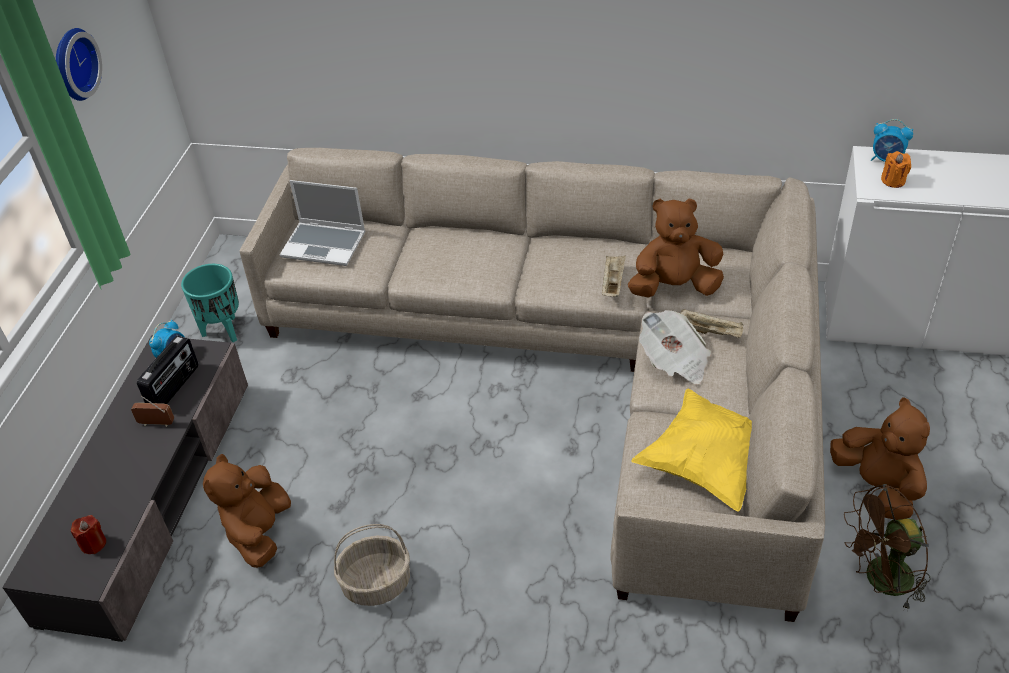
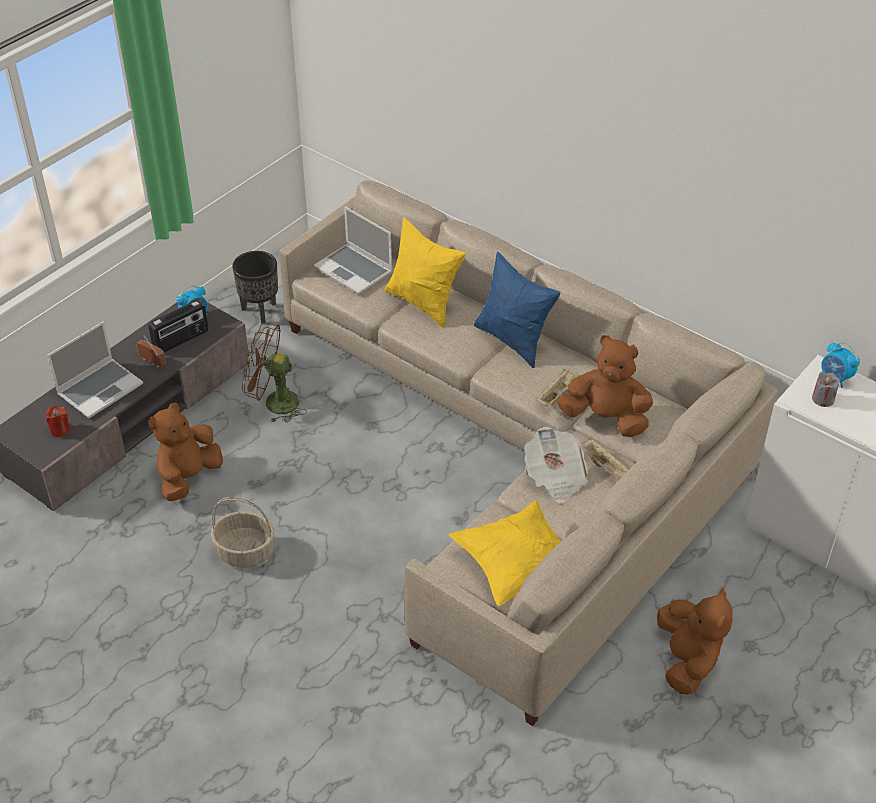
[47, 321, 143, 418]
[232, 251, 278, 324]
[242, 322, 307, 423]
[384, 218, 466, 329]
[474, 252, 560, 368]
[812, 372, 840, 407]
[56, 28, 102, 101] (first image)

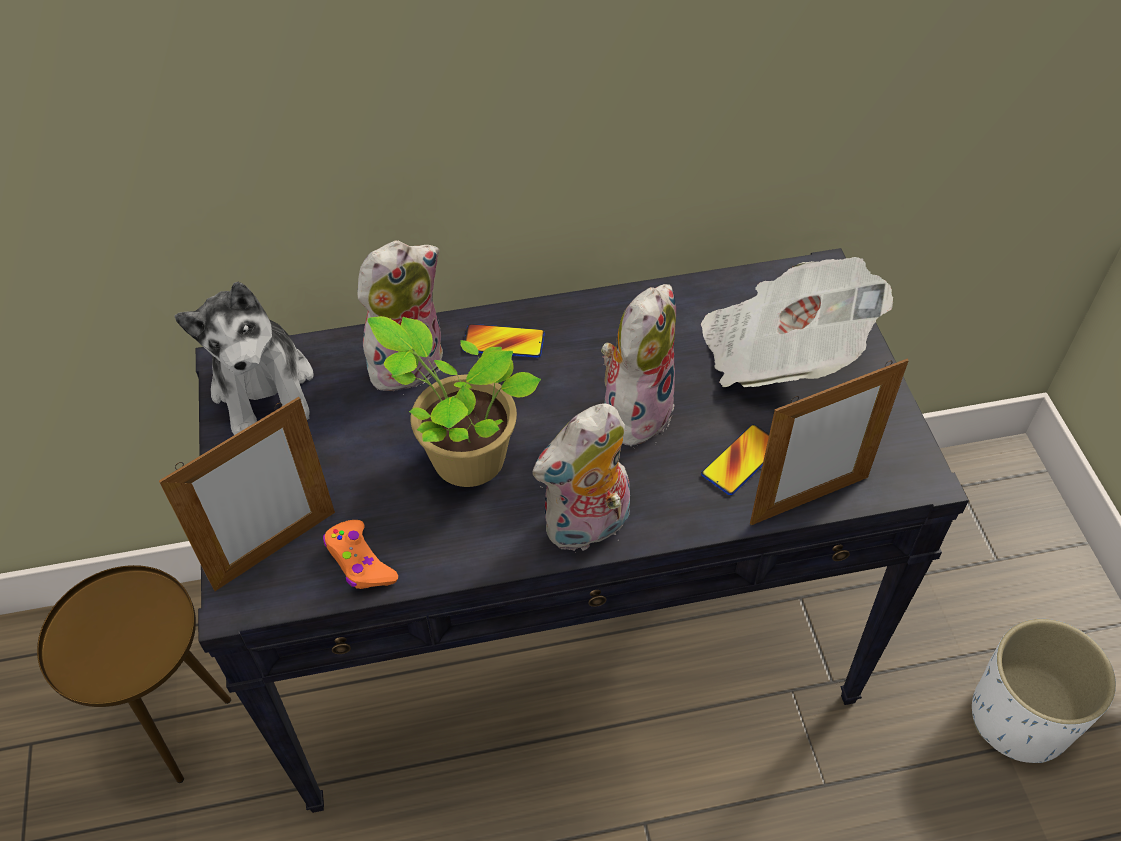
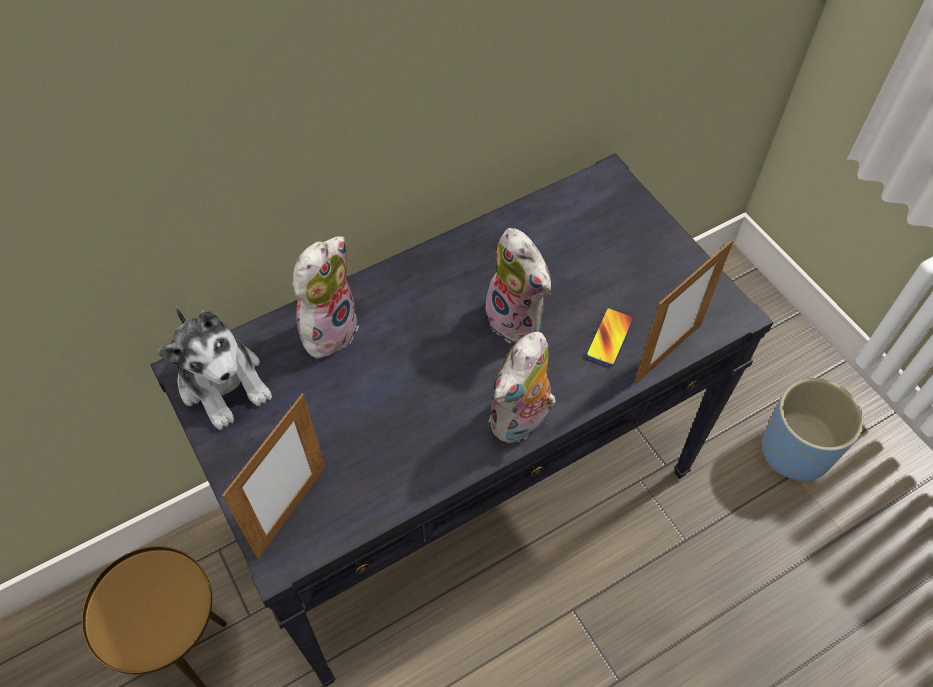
[481, 228, 551, 344]
[762, 378, 864, 481]
[323, 520, 398, 589] (first image)
[368, 316, 541, 487] (first image)
[462, 324, 545, 358] (first image)
[701, 257, 893, 387] (first image)

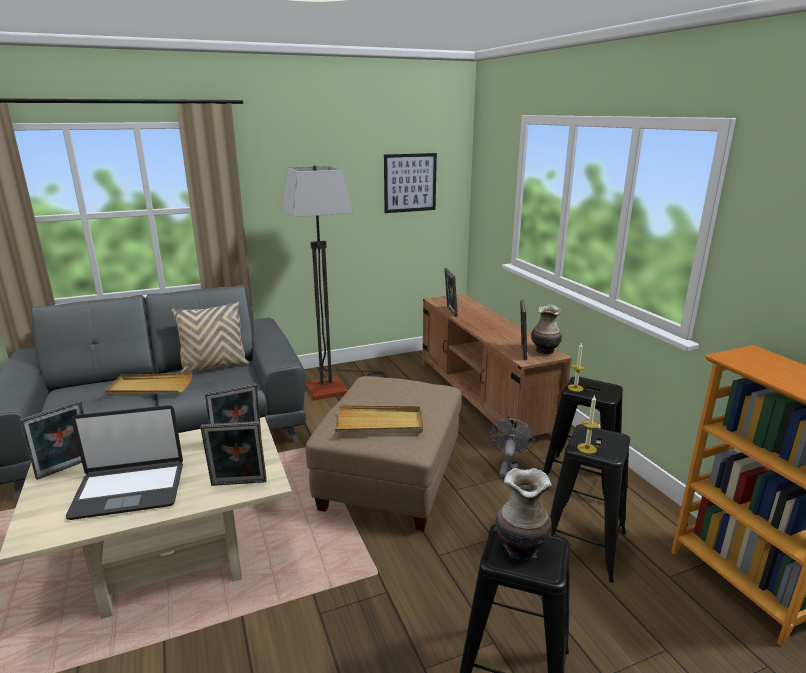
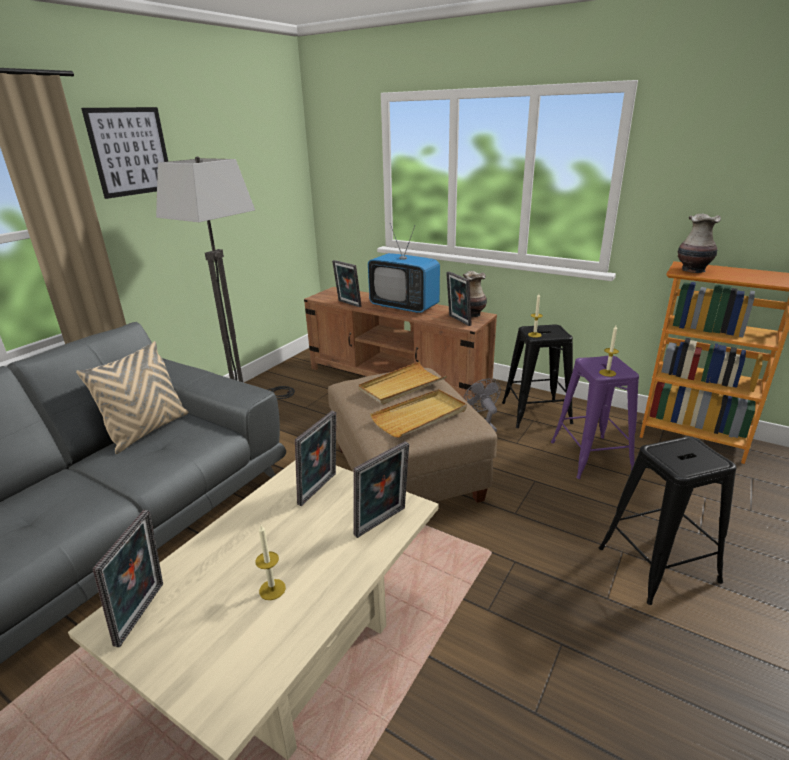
[81, 107, 168, 199]
[256, 525, 286, 600]
[359, 361, 447, 405]
[368, 223, 440, 313]
[551, 355, 639, 479]
[678, 214, 721, 273]

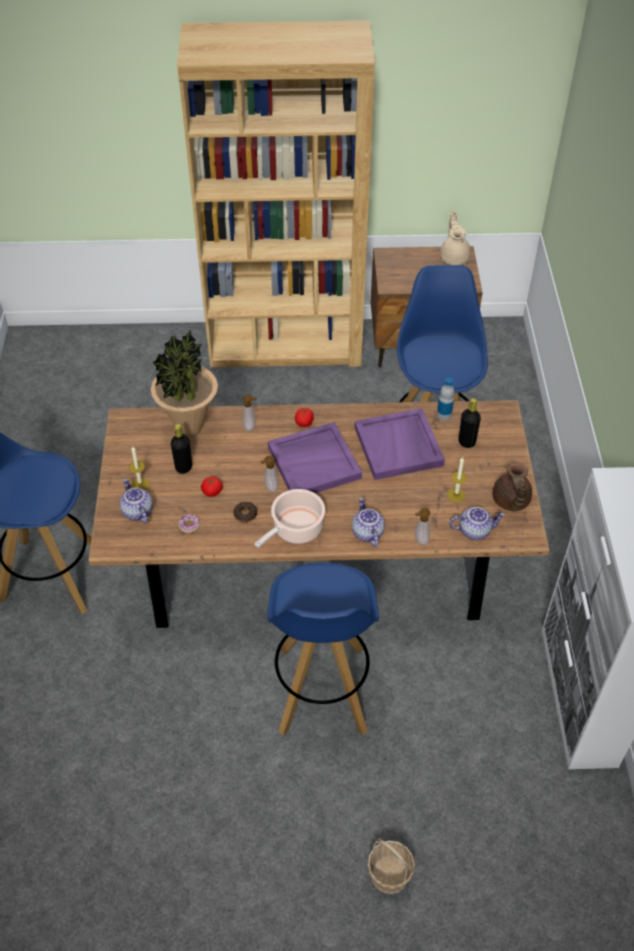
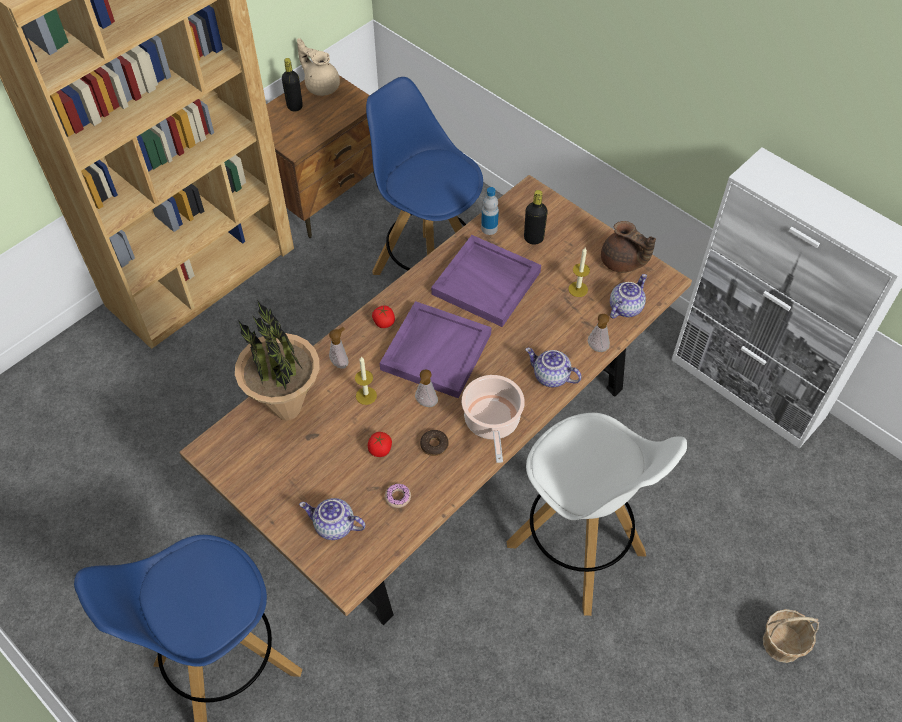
[282, 58, 303, 112]
[355, 357, 377, 405]
[507, 413, 687, 616]

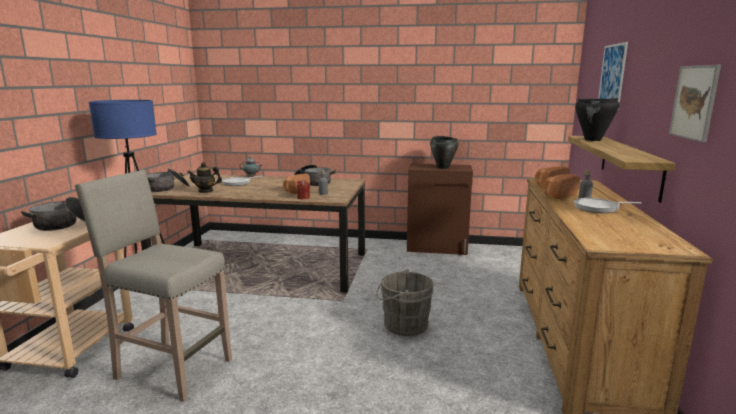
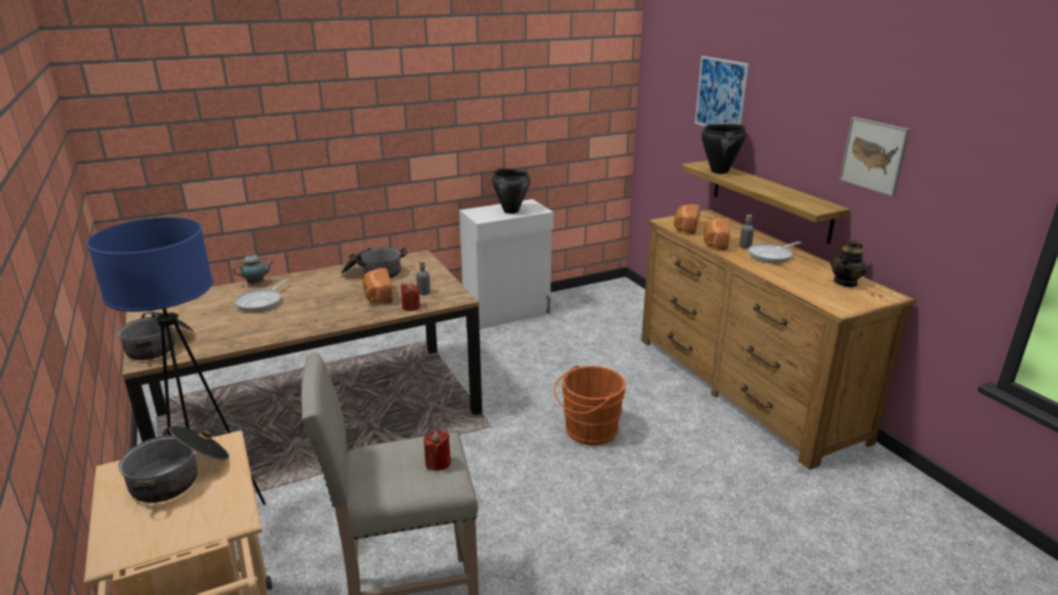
[424, 430, 451, 471]
[459, 199, 554, 329]
[554, 365, 626, 445]
[831, 240, 867, 288]

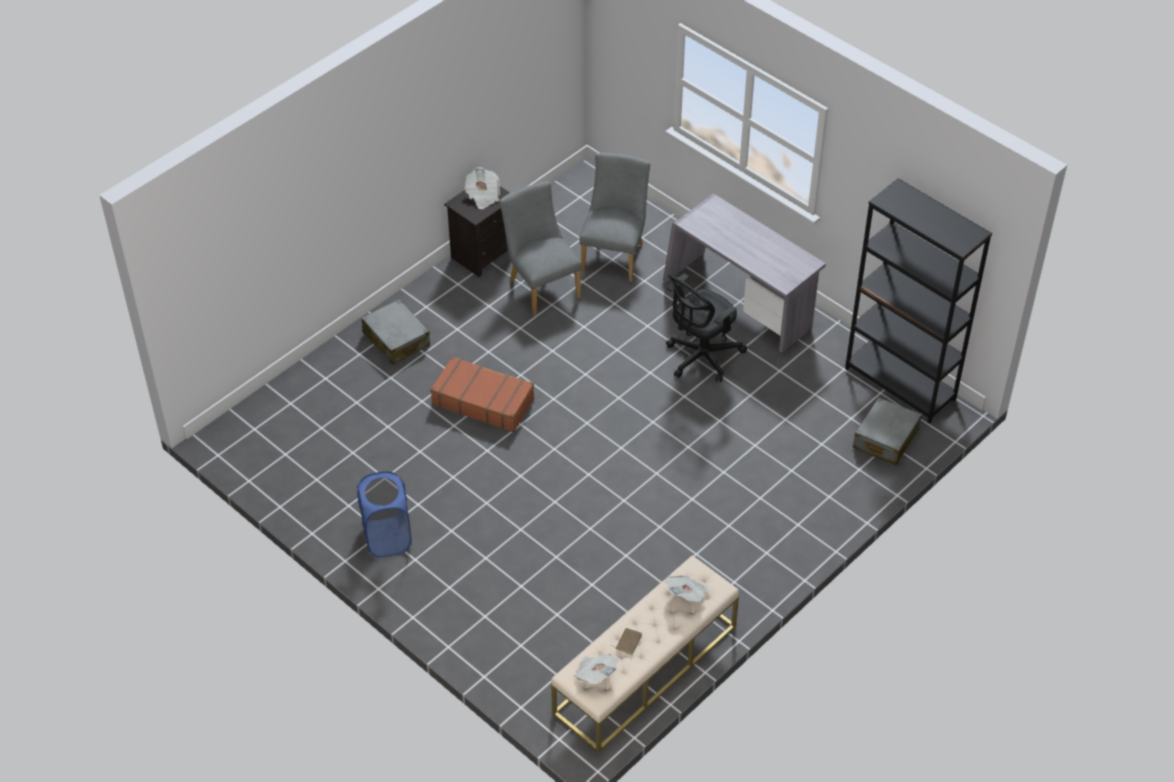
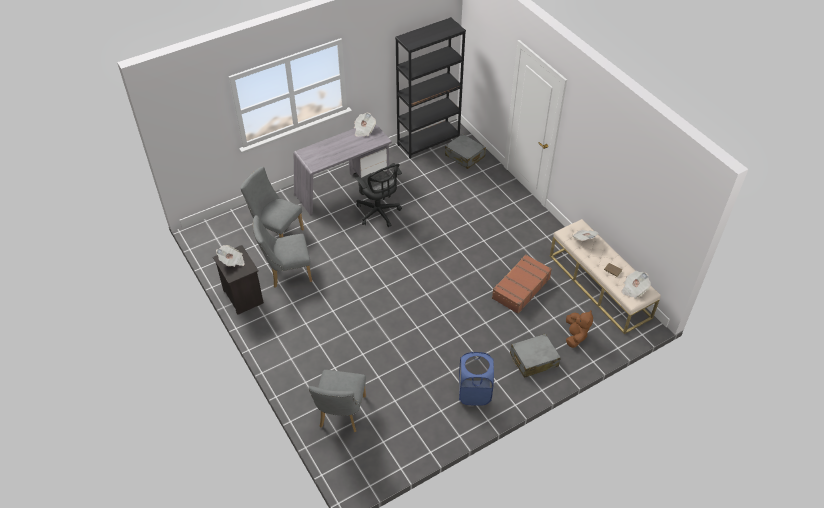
[308, 370, 366, 432]
[354, 113, 376, 137]
[492, 254, 552, 314]
[510, 334, 561, 378]
[566, 310, 593, 348]

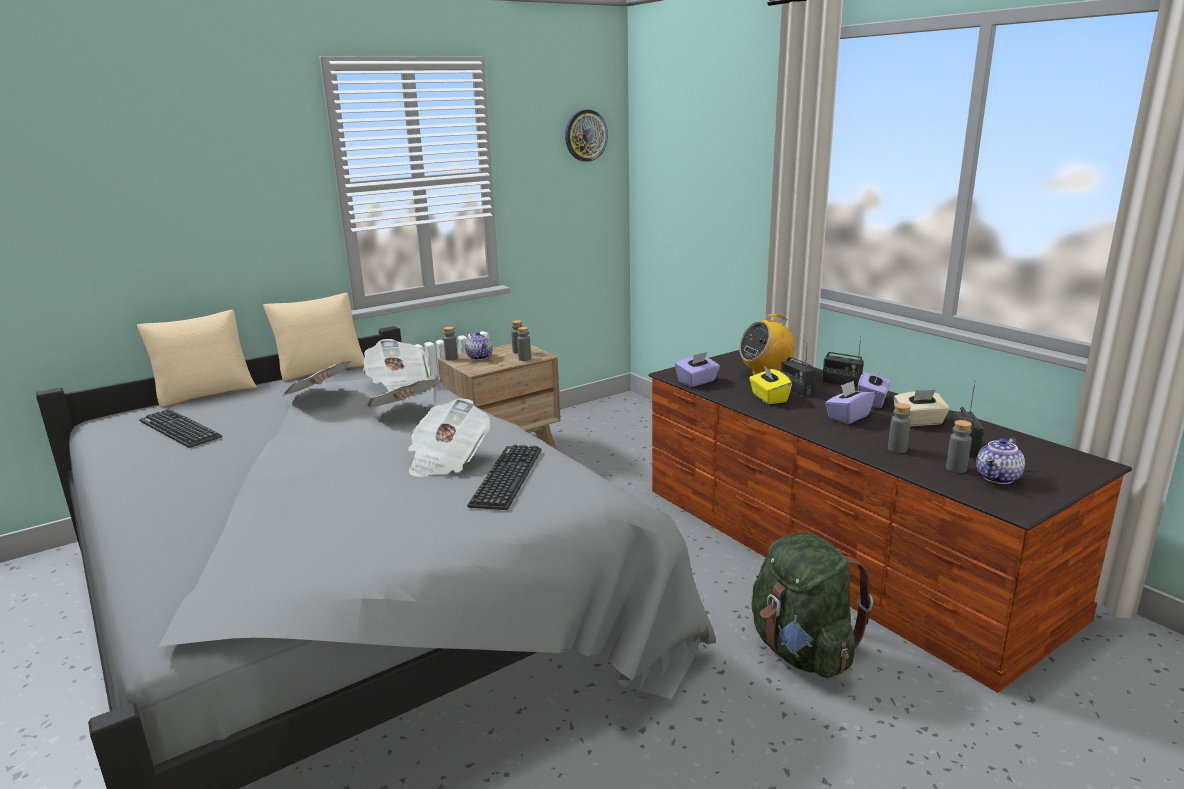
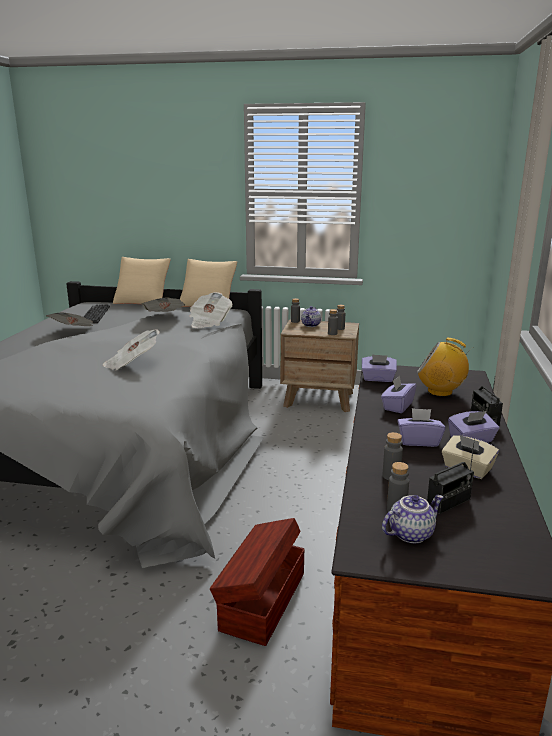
[46, 313, 94, 326]
[210, 518, 304, 646]
[381, 375, 417, 413]
[382, 495, 443, 543]
[467, 445, 542, 510] (first image)
[565, 110, 608, 162] (first image)
[781, 343, 816, 397] (first image)

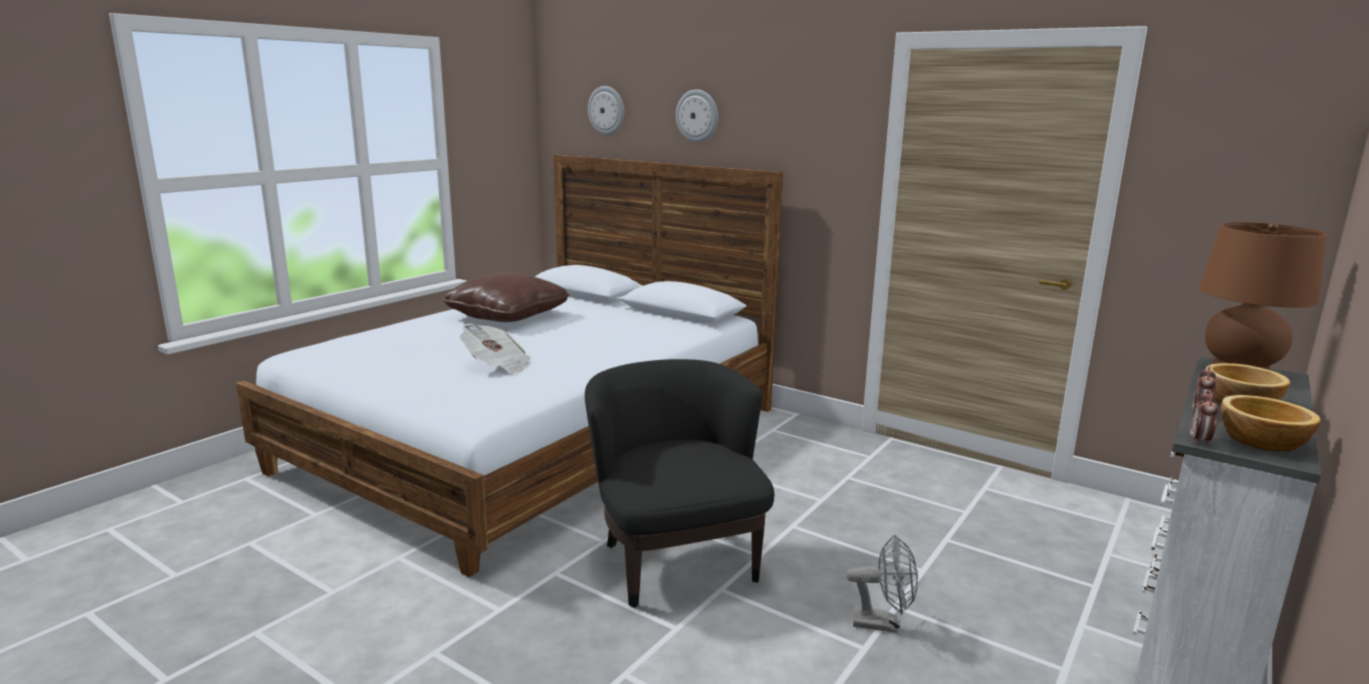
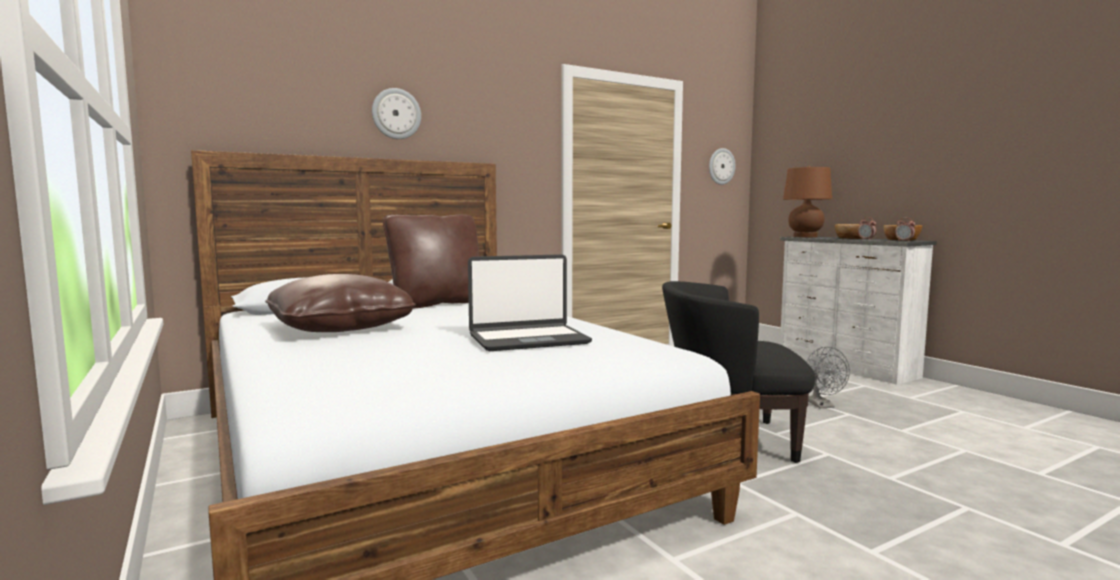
[383, 214, 479, 309]
[468, 254, 592, 351]
[709, 148, 735, 185]
[807, 347, 850, 408]

